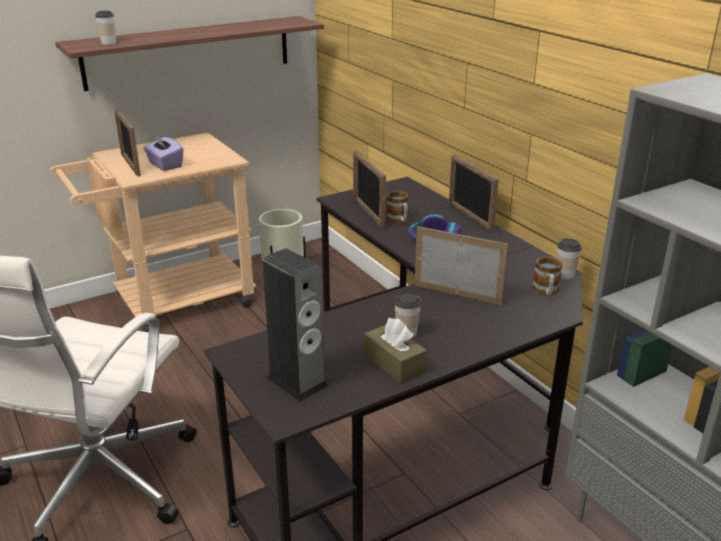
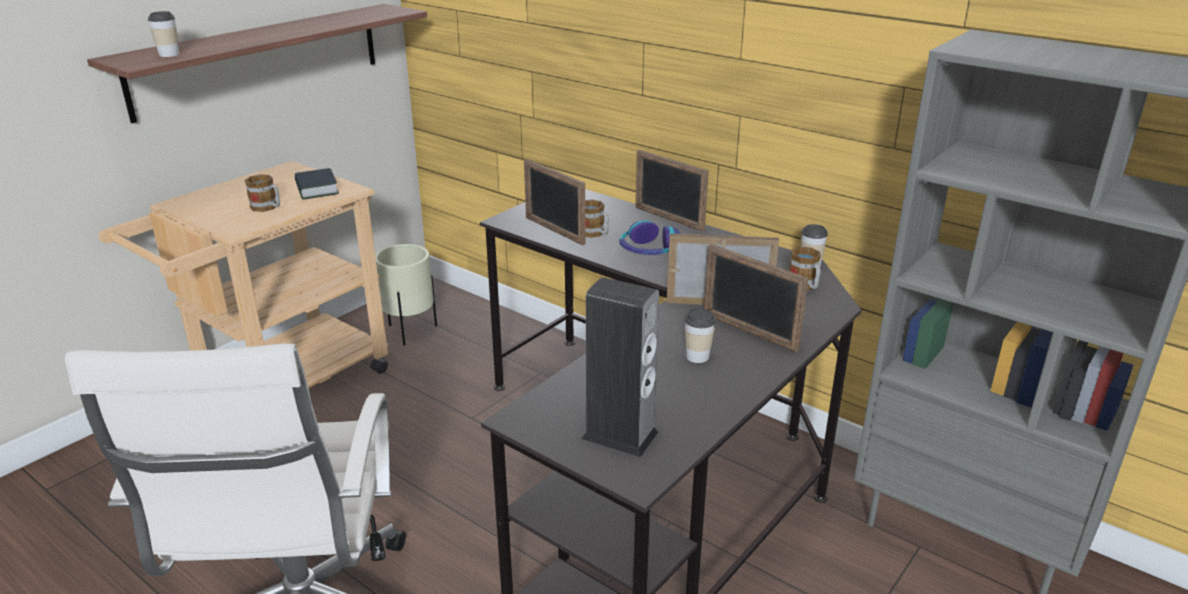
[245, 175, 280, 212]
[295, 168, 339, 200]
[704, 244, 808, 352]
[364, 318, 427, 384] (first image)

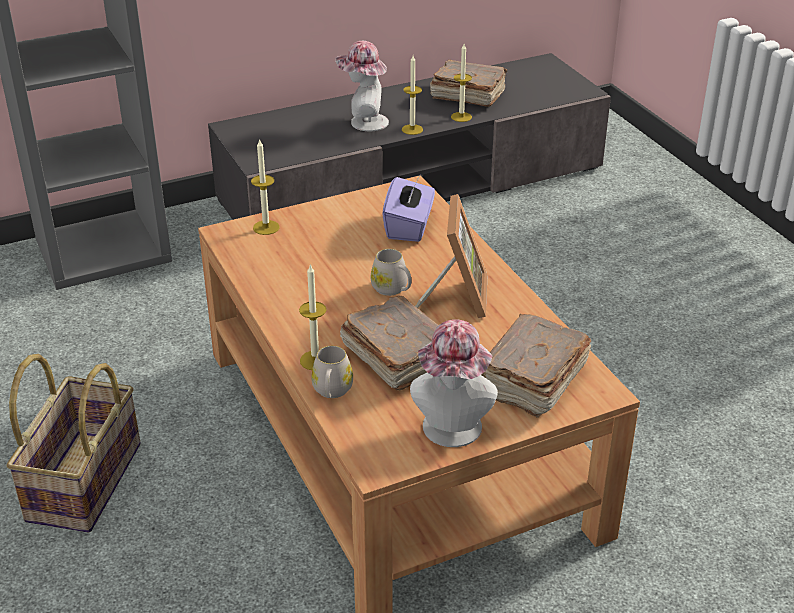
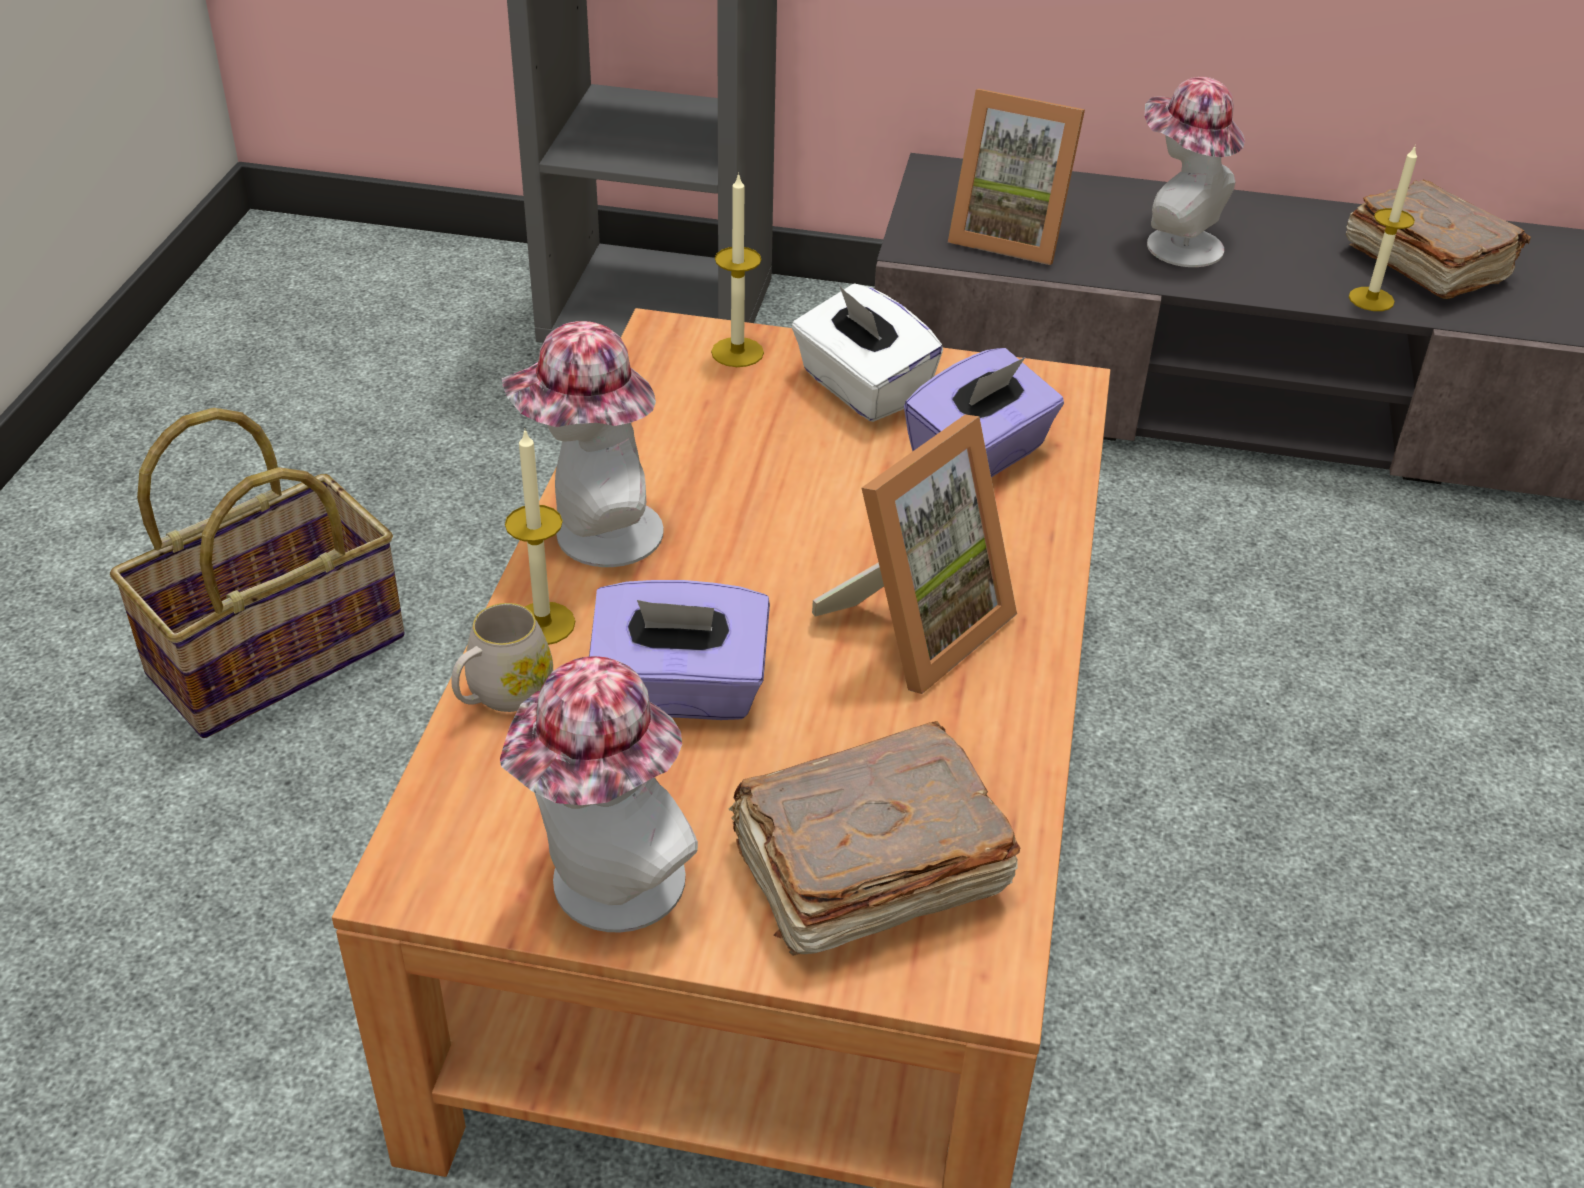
[502, 321, 663, 567]
[589, 580, 770, 720]
[792, 283, 943, 422]
[948, 89, 1085, 265]
[371, 249, 412, 296] (first image)
[402, 56, 423, 135] (first image)

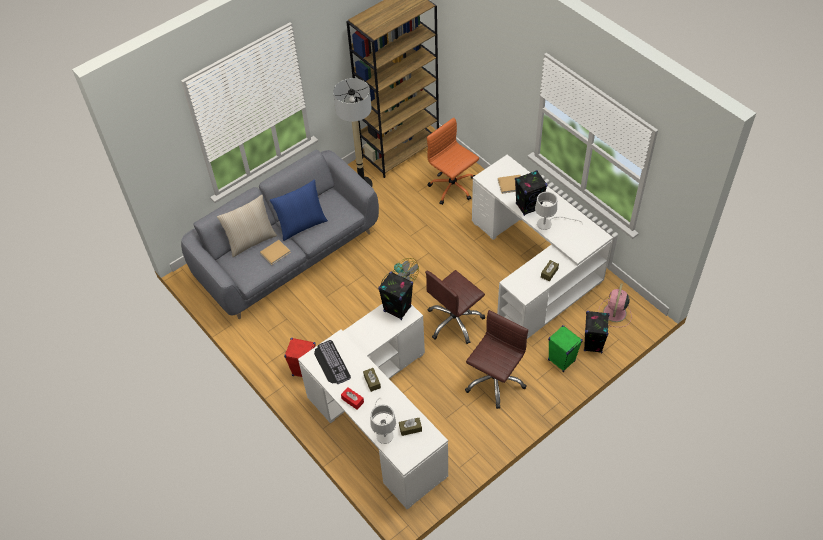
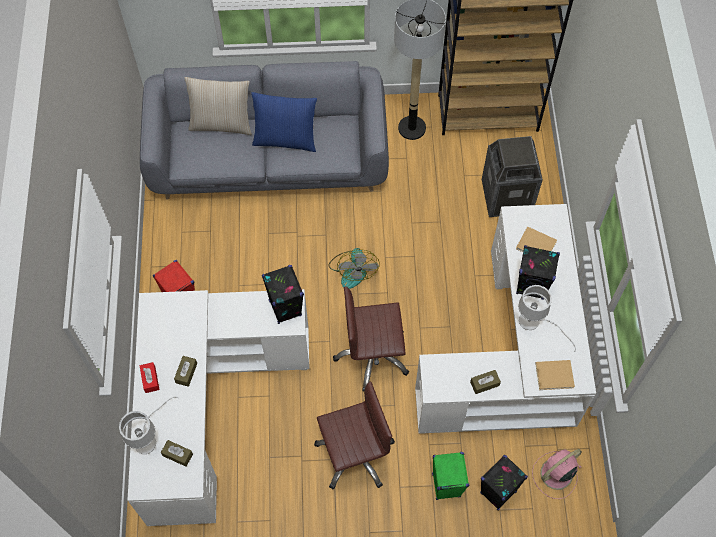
[482, 136, 543, 217]
[535, 360, 575, 390]
[314, 340, 351, 384] (first image)

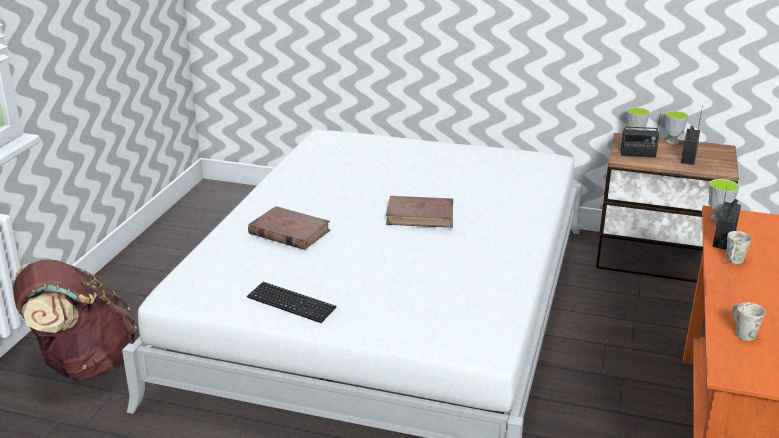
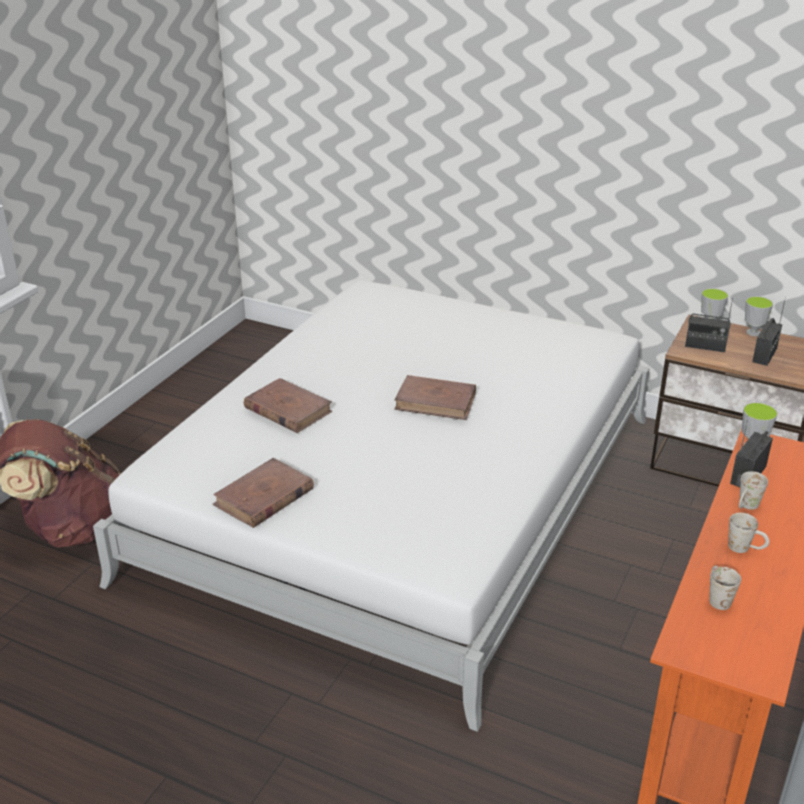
[213, 458, 314, 528]
[728, 513, 769, 553]

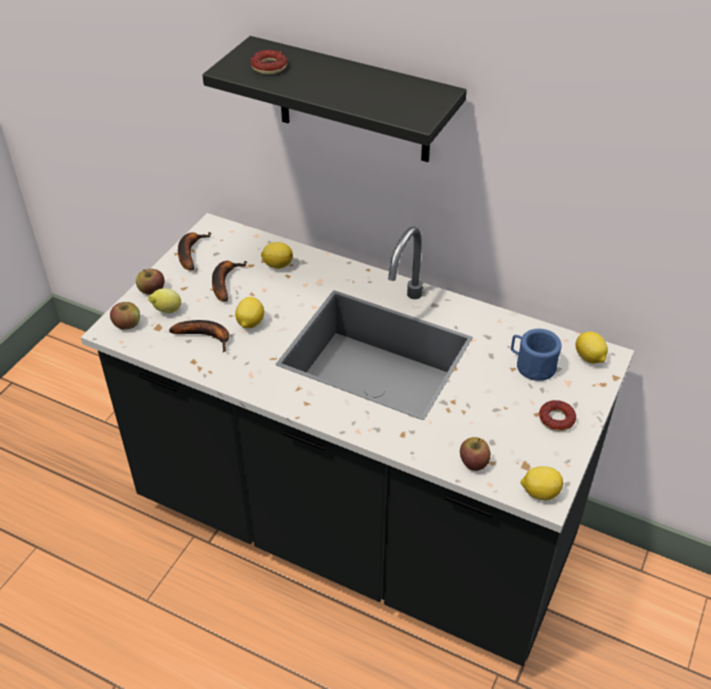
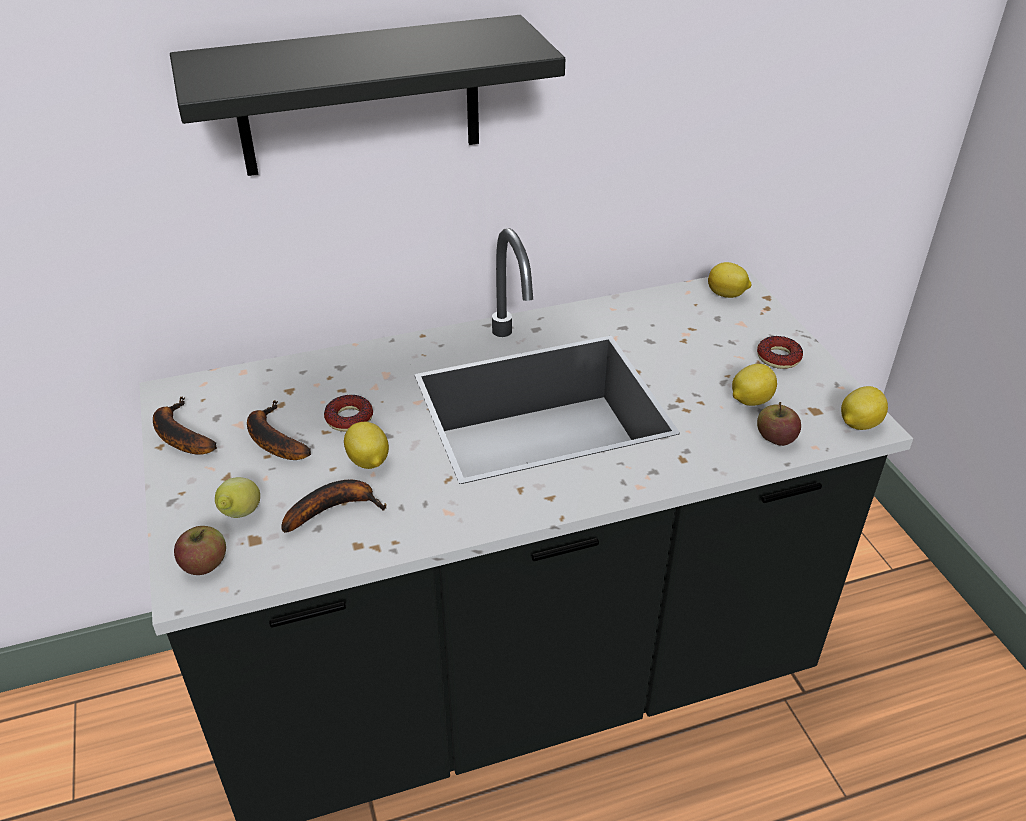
[324, 395, 373, 432]
[732, 364, 777, 406]
[136, 269, 165, 295] (first image)
[511, 329, 562, 381] (first image)

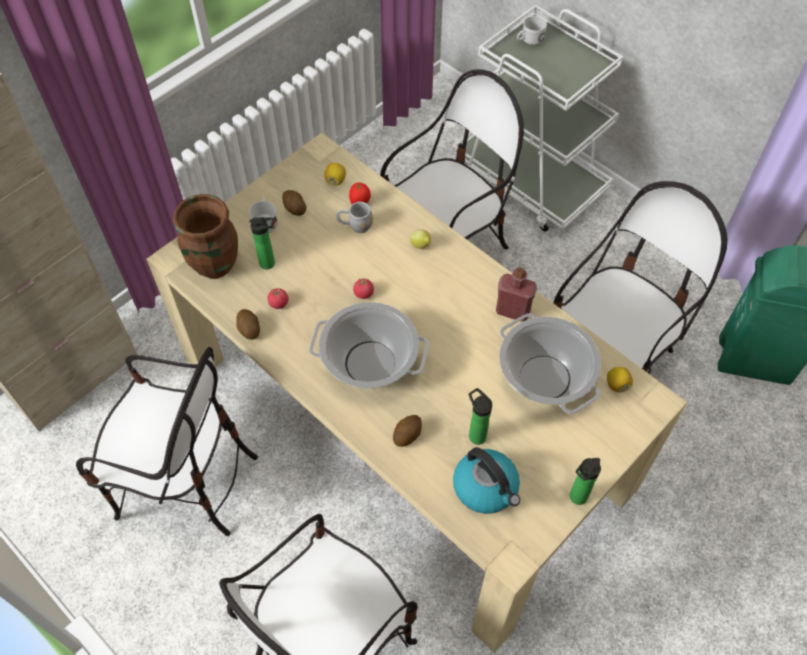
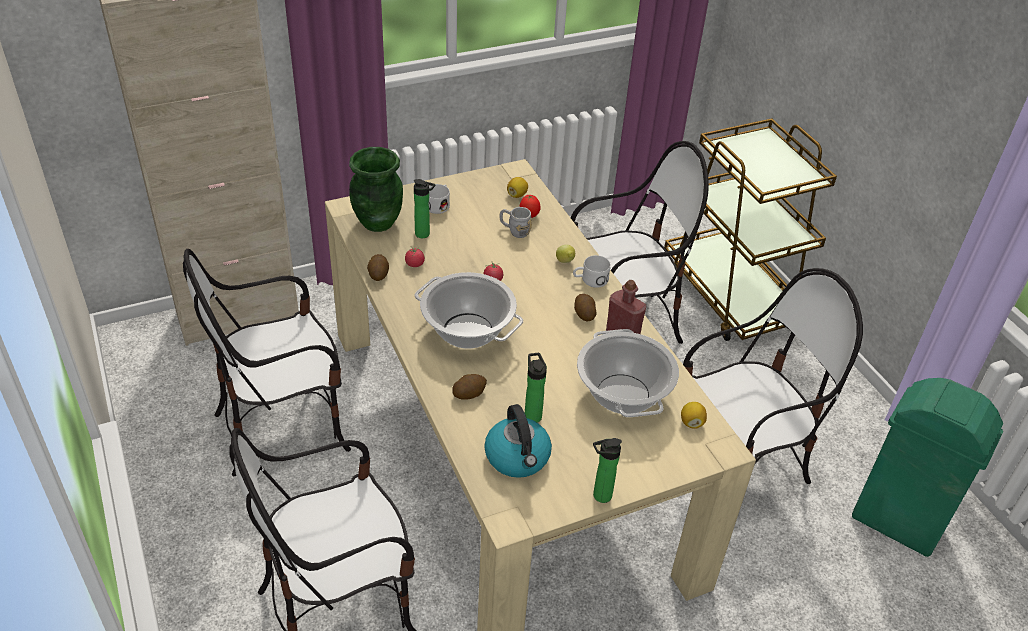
[183, 249, 351, 476]
[349, 147, 403, 232]
[573, 255, 611, 288]
[574, 294, 597, 322]
[664, 118, 837, 341]

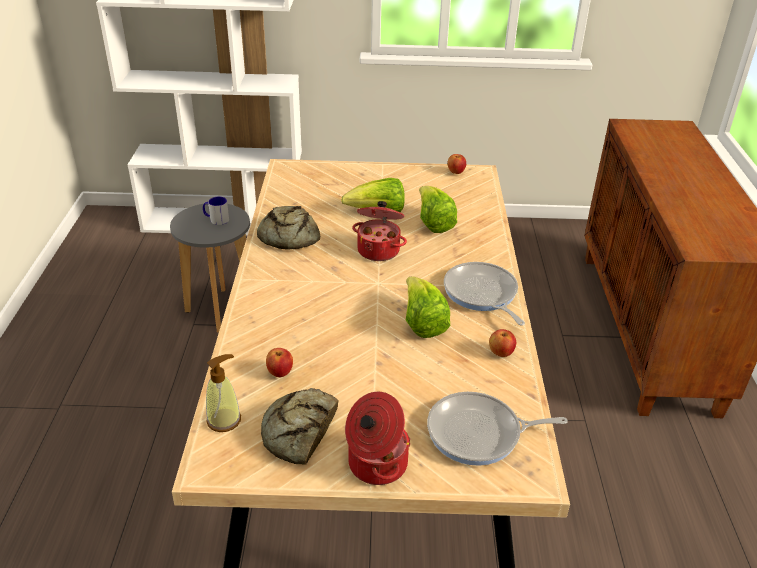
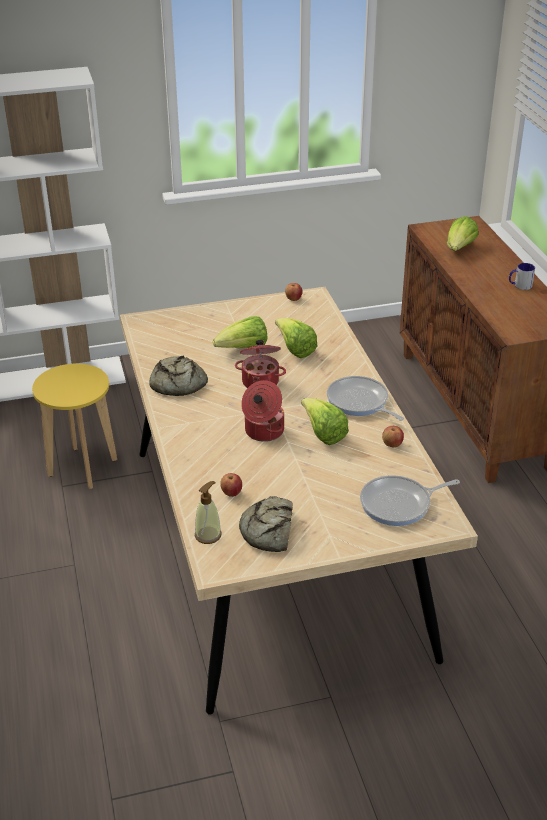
[32, 364, 117, 489]
[241, 380, 284, 442]
[447, 216, 478, 251]
[509, 263, 535, 290]

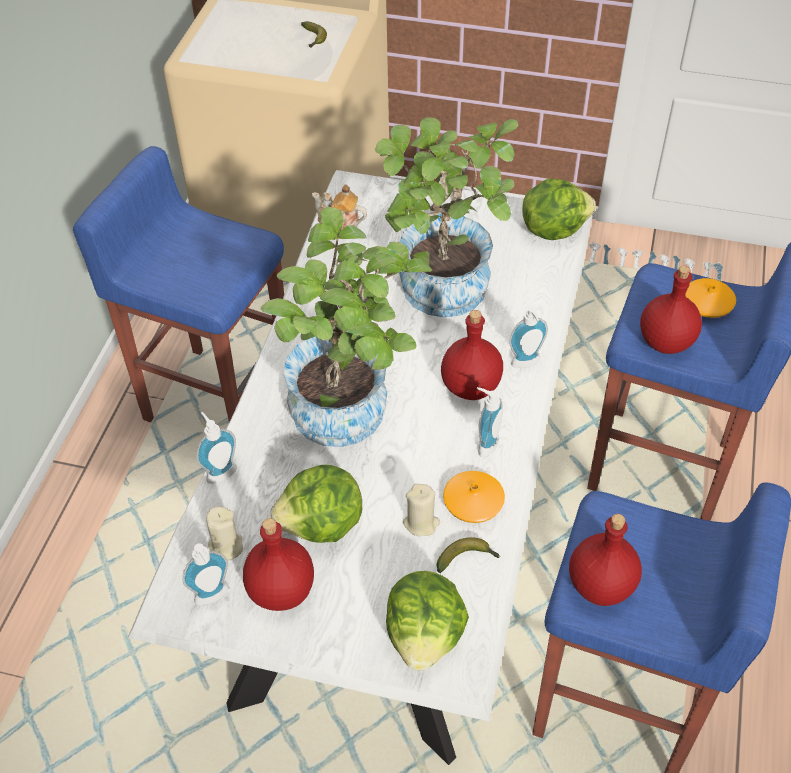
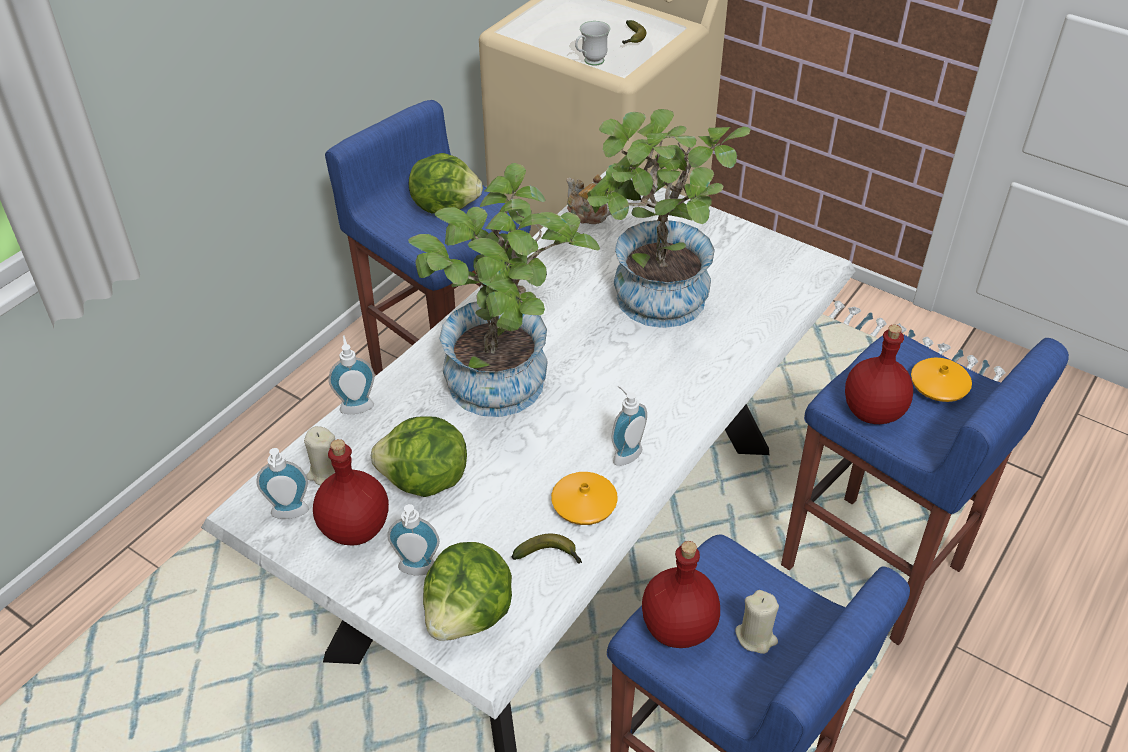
[387, 504, 440, 576]
[409, 153, 483, 214]
[575, 21, 610, 66]
[735, 590, 779, 654]
[441, 310, 503, 400] (first image)

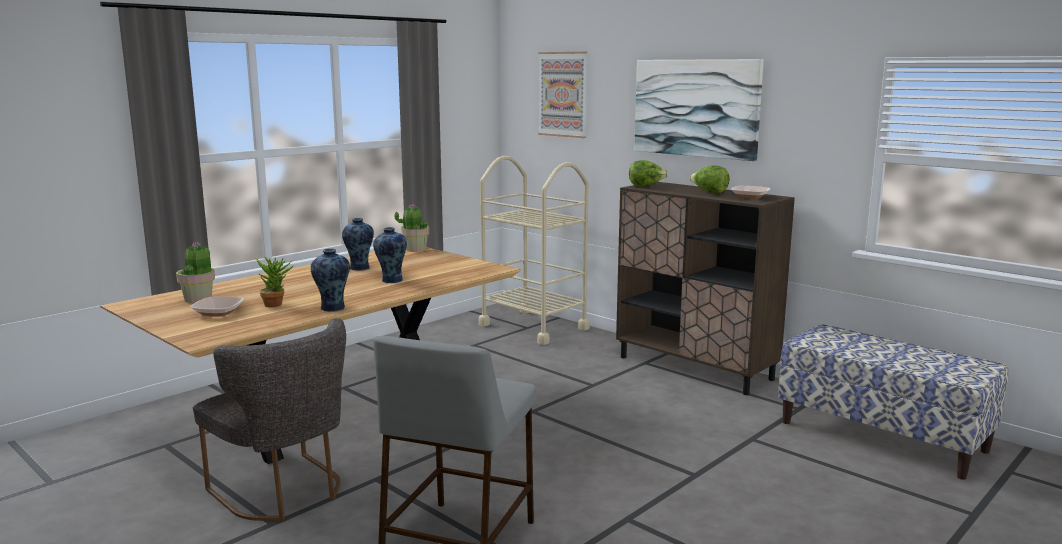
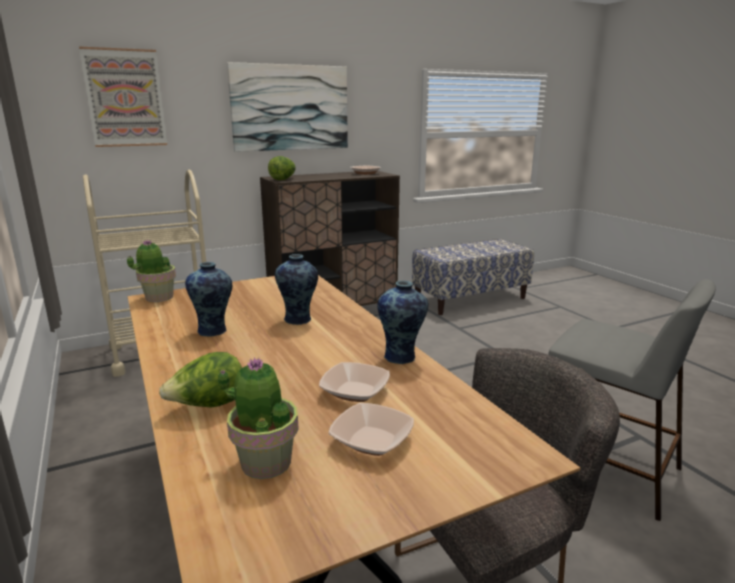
[159, 352, 242, 407]
[319, 362, 390, 402]

